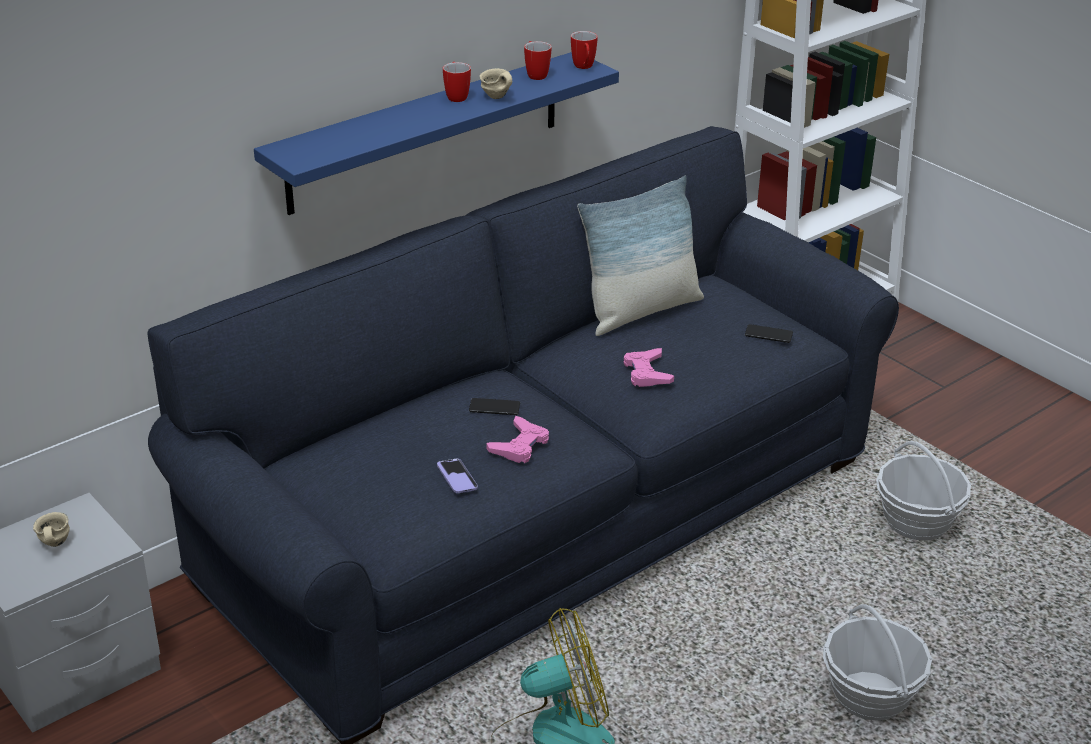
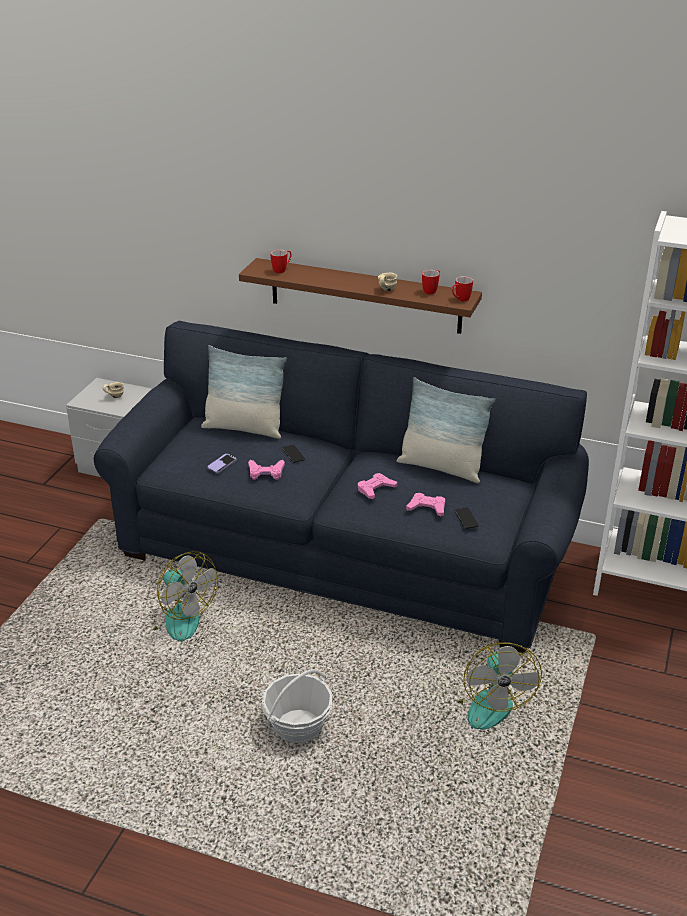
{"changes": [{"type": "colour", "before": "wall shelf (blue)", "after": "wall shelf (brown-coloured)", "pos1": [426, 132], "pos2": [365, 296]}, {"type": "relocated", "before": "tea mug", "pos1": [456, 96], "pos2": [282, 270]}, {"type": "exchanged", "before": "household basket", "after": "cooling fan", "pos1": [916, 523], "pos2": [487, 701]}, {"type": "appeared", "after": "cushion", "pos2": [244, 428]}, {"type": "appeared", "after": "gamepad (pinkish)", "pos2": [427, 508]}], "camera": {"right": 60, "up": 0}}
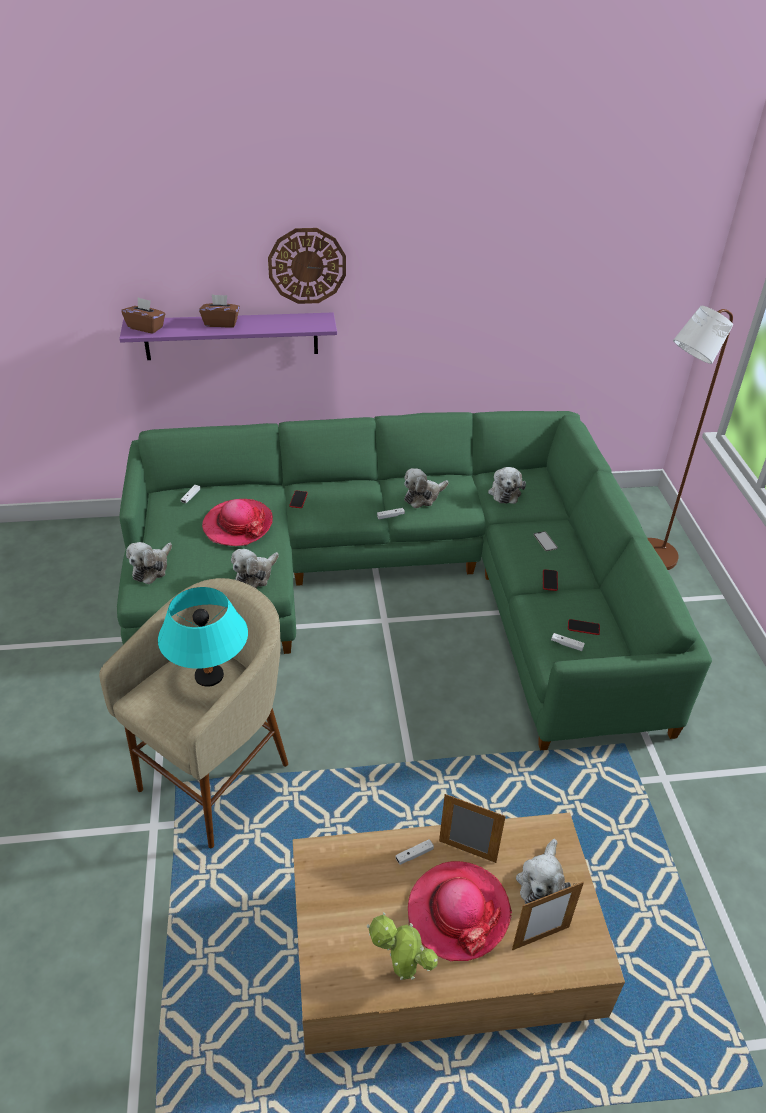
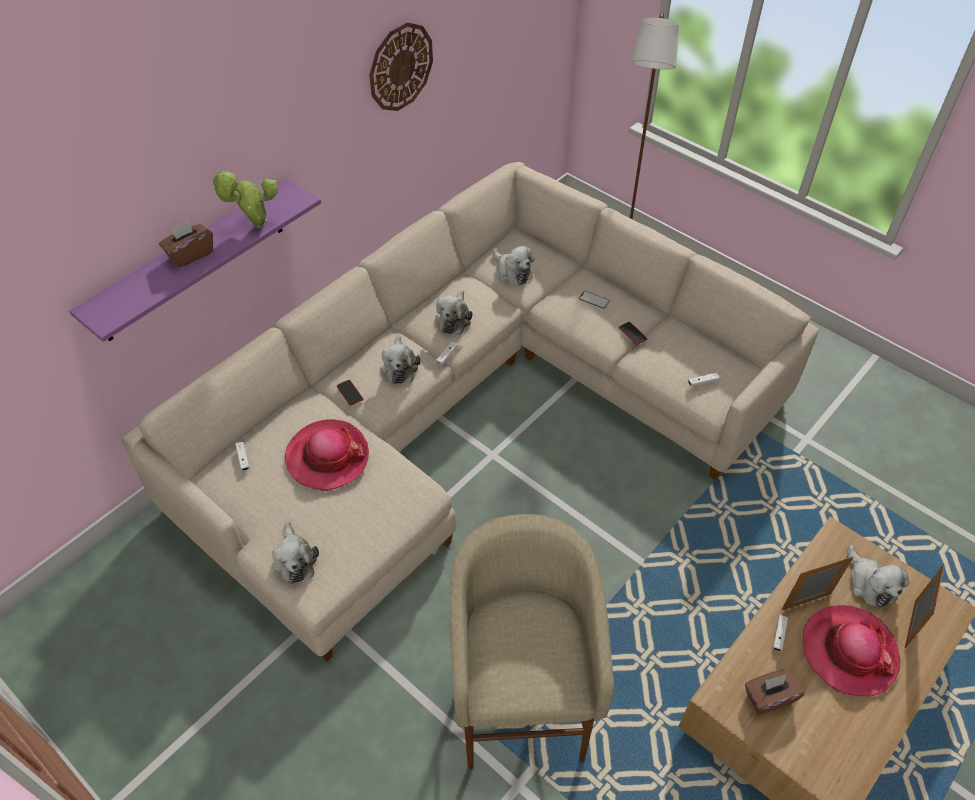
{"changes": [{"type": "colour", "before": "sofa (greenish)", "after": "sofa (beige-coloured)", "pos1": [401, 582], "pos2": [468, 409]}, {"type": "relocated", "before": "tissue holder (brown-coloured)", "pos1": [146, 327], "pos2": [769, 697]}, {"type": "missing", "before": "lamp for a table (blue-green)", "pos1": [209, 676]}, {"type": "relocated", "before": "cuddly toy", "pos1": [255, 576], "pos2": [399, 367]}, {"type": "relocated", "before": "clock on the wall", "pos1": [307, 266], "pos2": [400, 67]}, {"type": "relocated", "before": "plant in a pot", "pos1": [401, 970], "pos2": [255, 226]}, {"type": "missing", "before": "handset", "pos1": [583, 627]}], "camera": {"right": -40, "up": 10}}
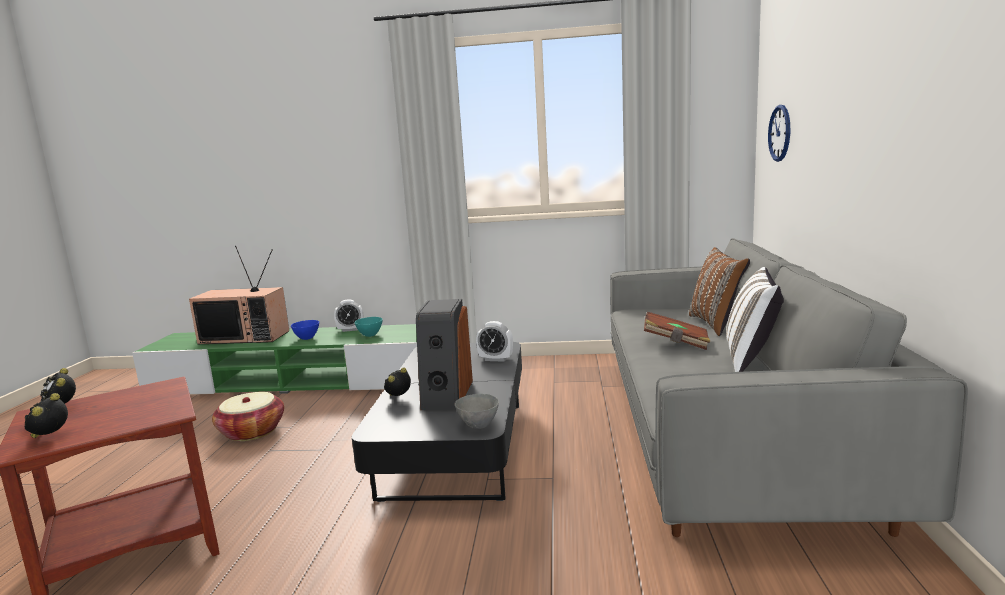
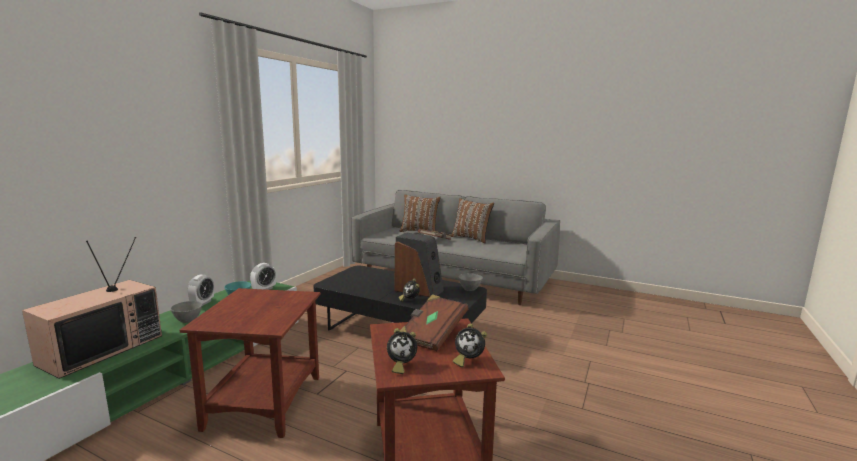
{"changes": [{"type": "exchanged", "before": "household basket", "after": "side table (brown-coloured)", "pos1": [252, 431], "pos2": [263, 402]}, {"type": "colour", "before": "serving bowl (blue)", "after": "serving bowl (grey)", "pos1": [307, 338], "pos2": [188, 321]}, {"type": "relocated", "before": "bedside clock", "pos1": [495, 359], "pos2": [264, 289]}, {"type": "colour", "before": "cushion (whitish)", "after": "cushion (brown-coloured)", "pos1": [752, 361], "pos2": [471, 238]}, {"type": "missing", "before": "clock on the wall", "pos1": [780, 133]}, {"type": "appeared", "after": "volume (brown-coloured)", "pos2": [432, 334]}], "camera": {"right": -70, "up": 0}}
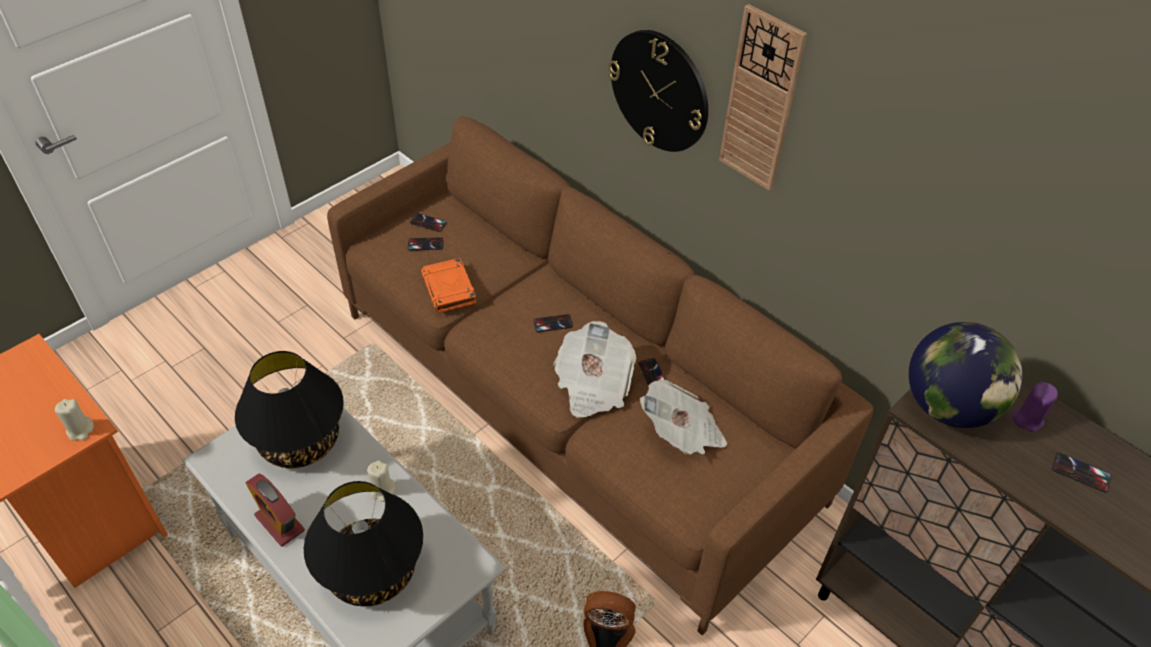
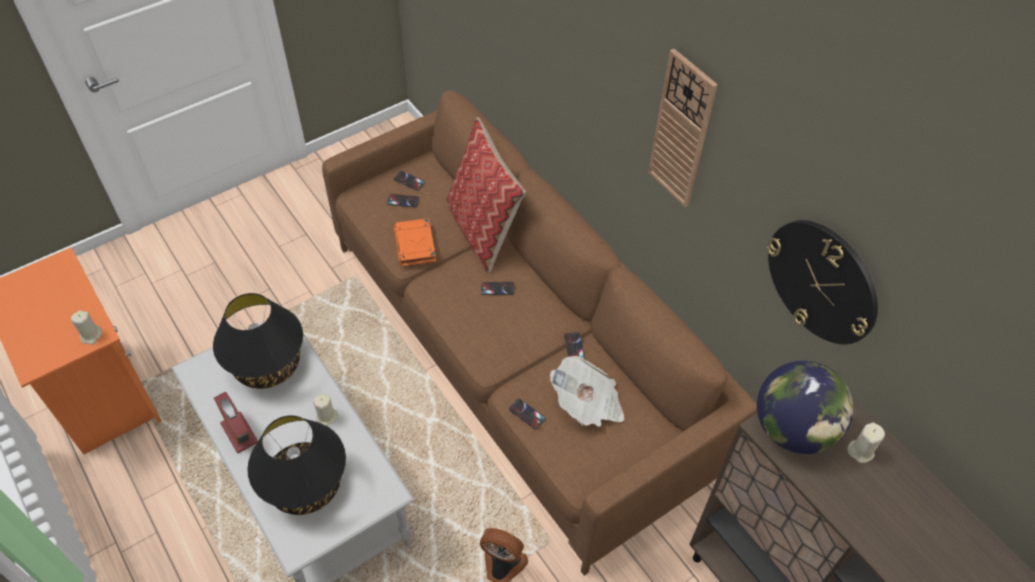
{"changes": [{"type": "missing", "before": "daily paper", "pos1": [592, 385]}, {"type": "relocated", "before": "clock on the wall", "pos1": [659, 91], "pos2": [822, 281]}, {"type": "colour", "before": "wax light (purple)", "after": "wax light (beige-coloured)", "pos1": [1027, 419], "pos2": [860, 451]}, {"type": "relocated", "before": "handset", "pos1": [1081, 472], "pos2": [527, 414]}, {"type": "appeared", "after": "cushion", "pos2": [483, 230]}], "camera": {"right": 10, "up": 5}}
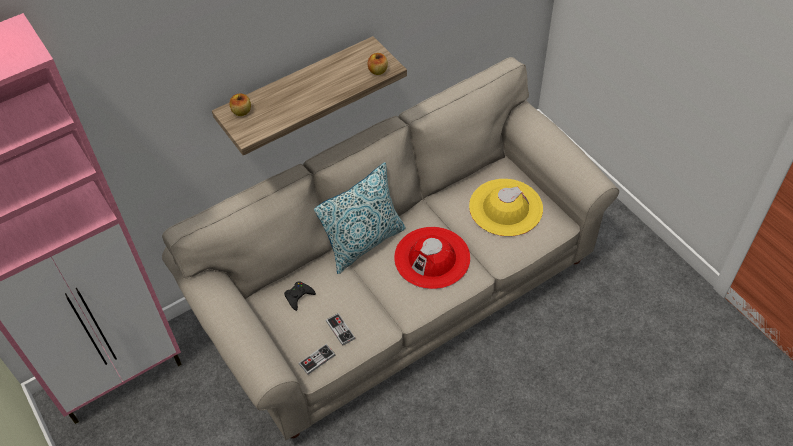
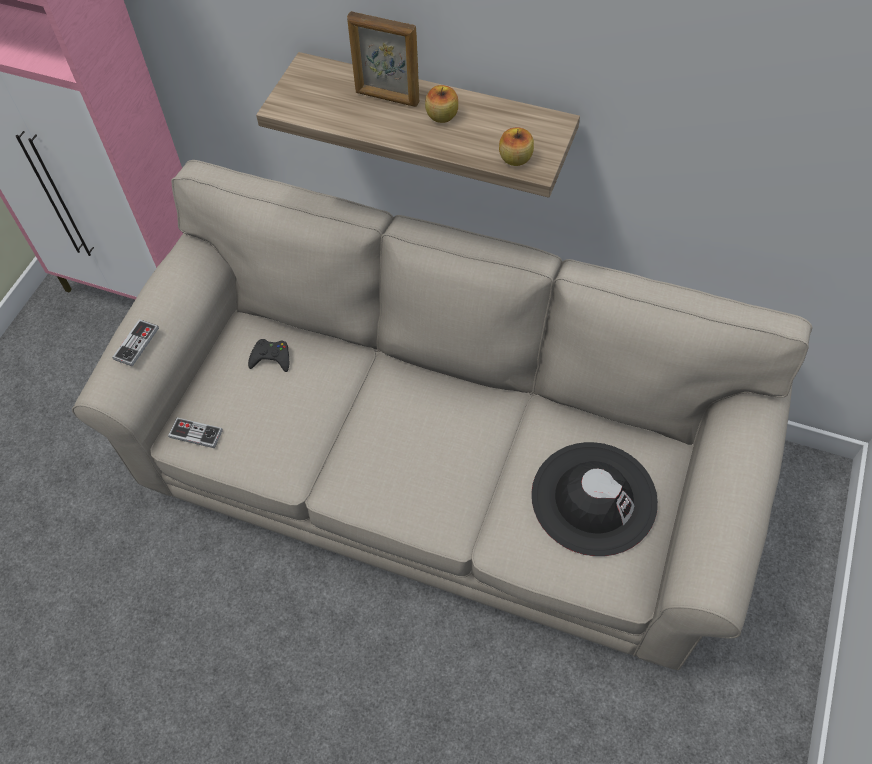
{"changes": [{"type": "relocated", "before": "whole apple", "pos1": [241, 111], "pos2": [442, 116]}, {"type": "missing", "before": "cushion", "pos1": [364, 243]}, {"type": "relocated", "before": "gamepad", "pos1": [340, 330], "pos2": [136, 344]}, {"type": "missing", "before": "wearable hat (reddish)", "pos1": [432, 258]}, {"type": "colour", "before": "wearable hat (yellowish)", "after": "wearable hat (black)", "pos1": [505, 207], "pos2": [593, 498]}, {"type": "appeared", "after": "picture frame", "pos2": [387, 98]}], "camera": {"right": 55, "up": 5}}
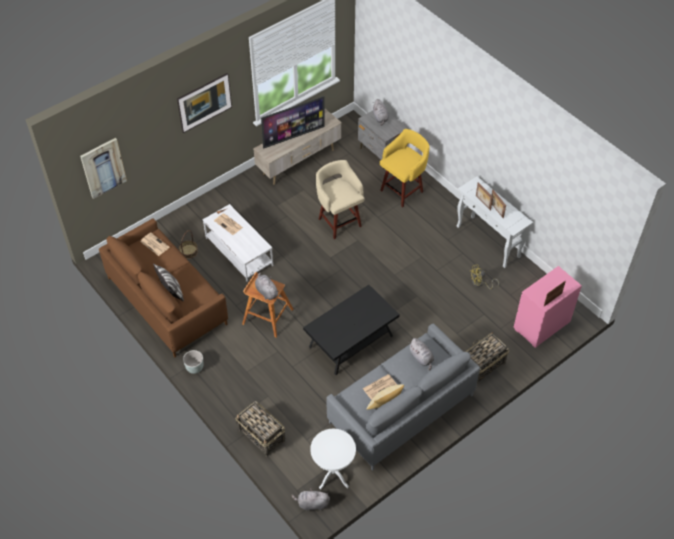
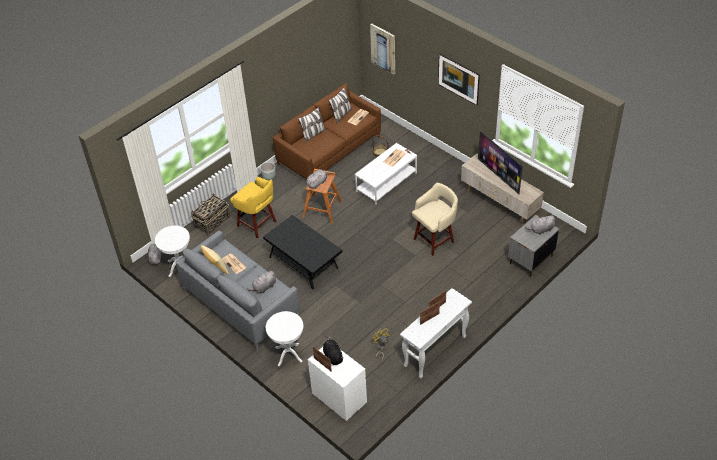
{"changes": [{"type": "relocated", "before": "stool (yellowish)", "pos1": [403, 190], "pos2": [257, 224]}, {"type": "exchanged", "before": "household basket", "after": "side table (whitish)", "pos1": [482, 365], "pos2": [288, 354]}, {"type": "colour", "before": "dresser (pinkish)", "after": "dresser (whitish)", "pos1": [541, 325], "pos2": [339, 398]}, {"type": "appeared", "after": "cuddly toy (black)", "pos2": [333, 356]}, {"type": "appeared", "after": "cushion", "pos2": [341, 114]}], "camera": {"right": 85, "up": -5}}
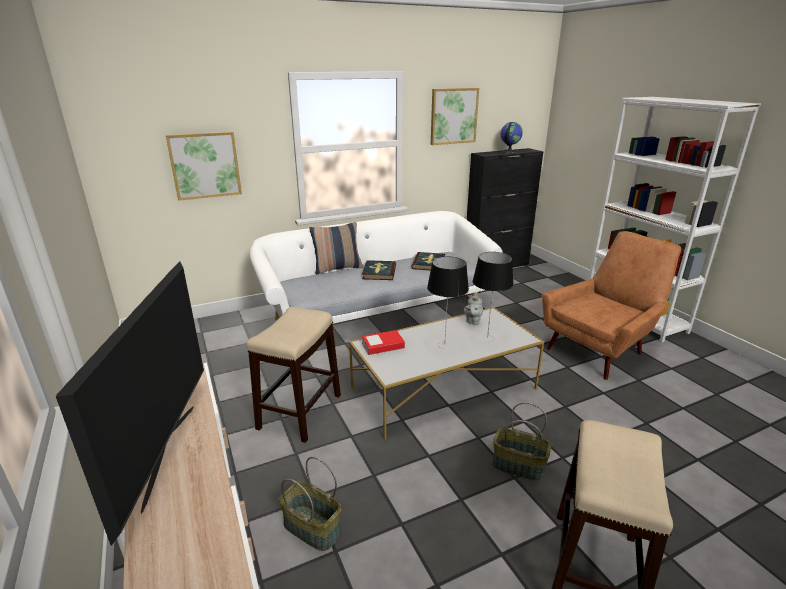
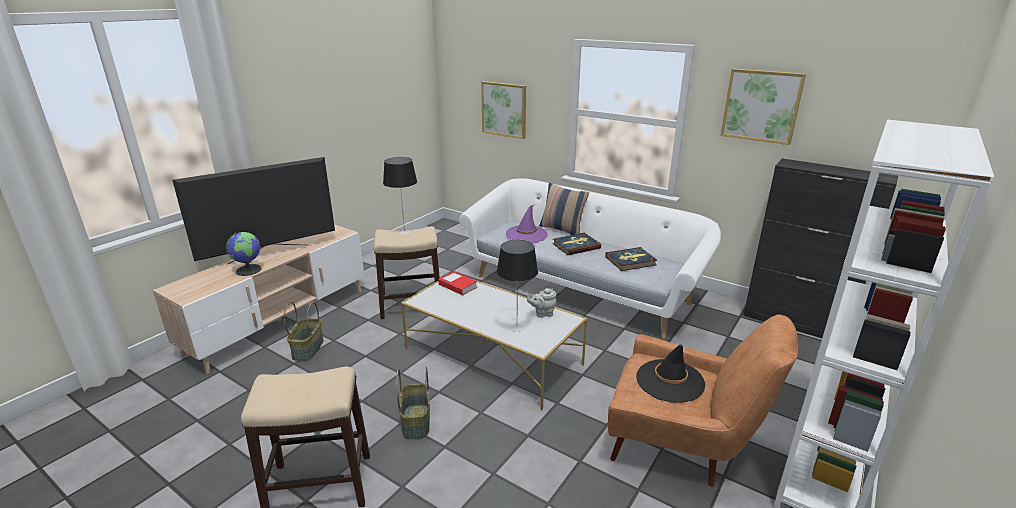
{"changes": [{"type": "relocated", "before": "lamp for a table", "pos1": [445, 345], "pos2": [404, 232]}, {"type": "relocated", "before": "desk globe", "pos1": [509, 152], "pos2": [248, 270]}, {"type": "appeared", "after": "wearable hat (purple)", "pos2": [526, 234]}, {"type": "appeared", "after": "wearable hat (black)", "pos2": [670, 381]}], "camera": {"right": 60, "up": 0}}
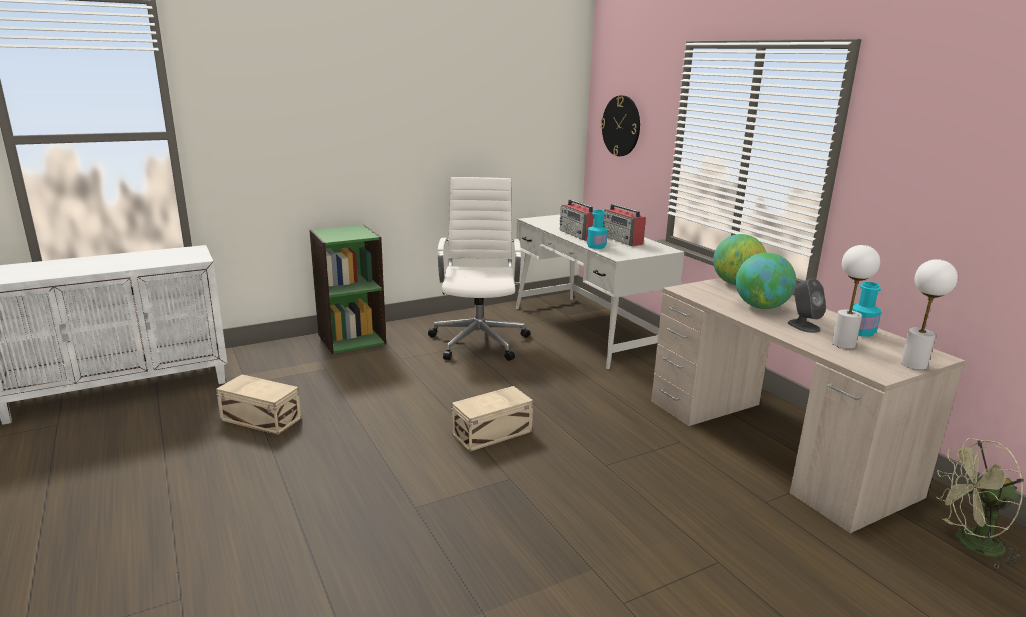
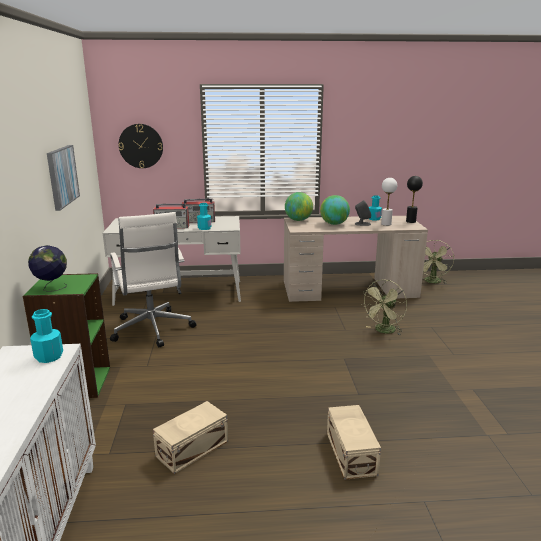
{"changes": [{"type": "spun", "before": "computer chair (whitish)", "pos1": [479, 340], "pos2": [152, 330], "turn": -135}, {"type": "relocated", "before": "storage box (beige-coloured)", "pos1": [493, 433], "pos2": [351, 452]}, {"type": "colour", "before": "lamp for a table (whitish)", "after": "lamp for a table (black)", "pos1": [913, 364], "pos2": [410, 221]}, {"type": "appeared", "after": "desk globe", "pos2": [51, 288]}, {"type": "appeared", "after": "drink bottle (blue-green)", "pos2": [49, 357]}, {"type": "appeared", "after": "wall picture", "pos2": [62, 176]}, {"type": "appeared", "after": "cooling fan (greenish)", "pos2": [383, 331]}], "camera": {"right": -65, "up": 0}}
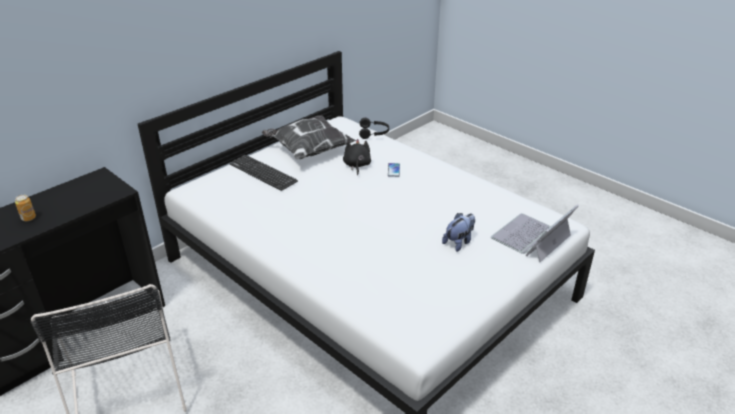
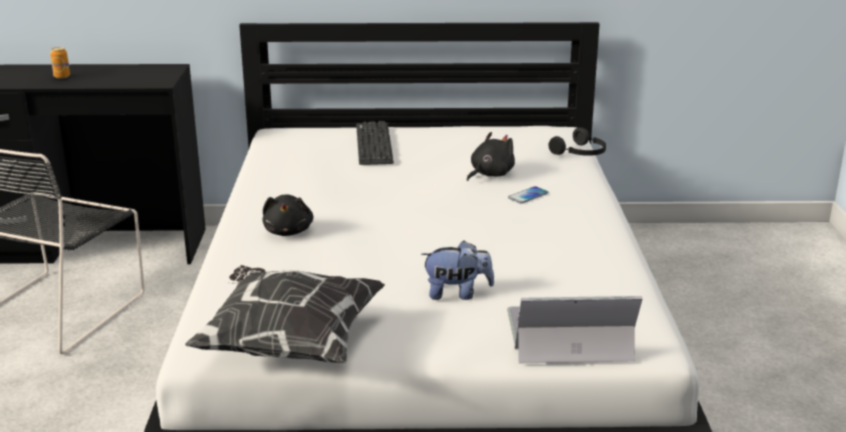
{"changes": [{"type": "relocated", "before": "cushion", "pos1": [308, 150], "pos2": [289, 344]}, {"type": "appeared", "after": "cuddly toy (black)", "pos2": [288, 231]}], "camera": {"right": 45, "up": -10}}
